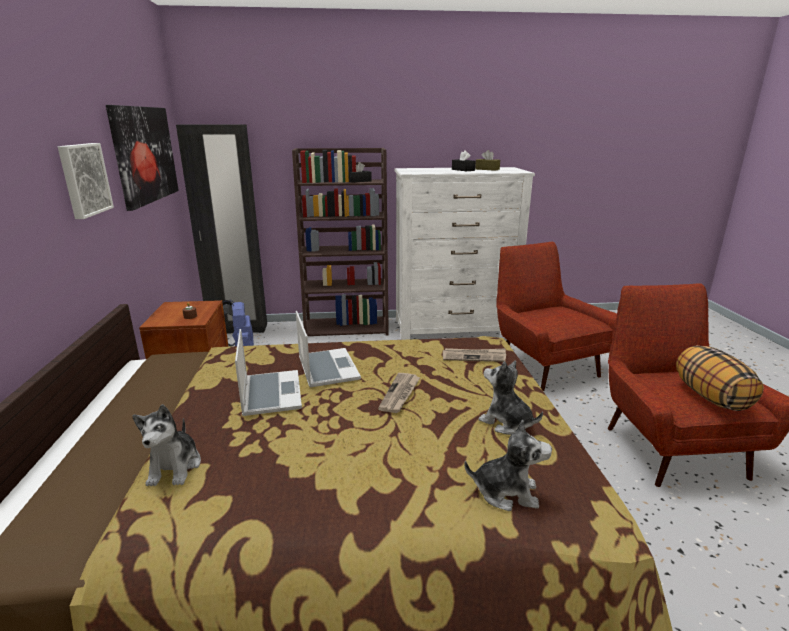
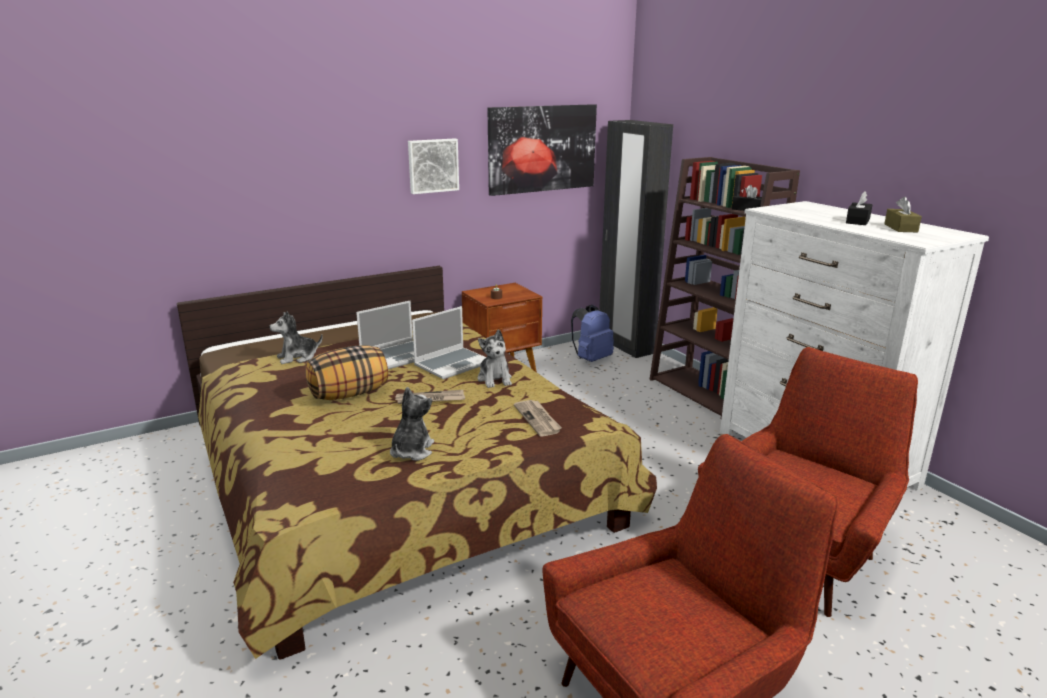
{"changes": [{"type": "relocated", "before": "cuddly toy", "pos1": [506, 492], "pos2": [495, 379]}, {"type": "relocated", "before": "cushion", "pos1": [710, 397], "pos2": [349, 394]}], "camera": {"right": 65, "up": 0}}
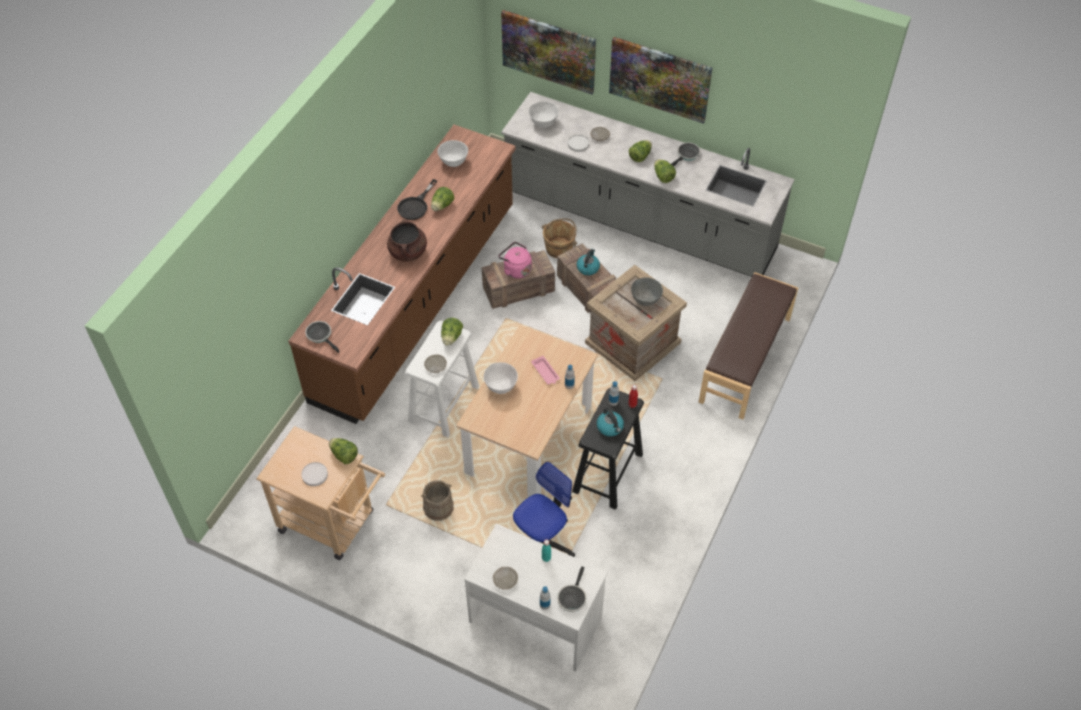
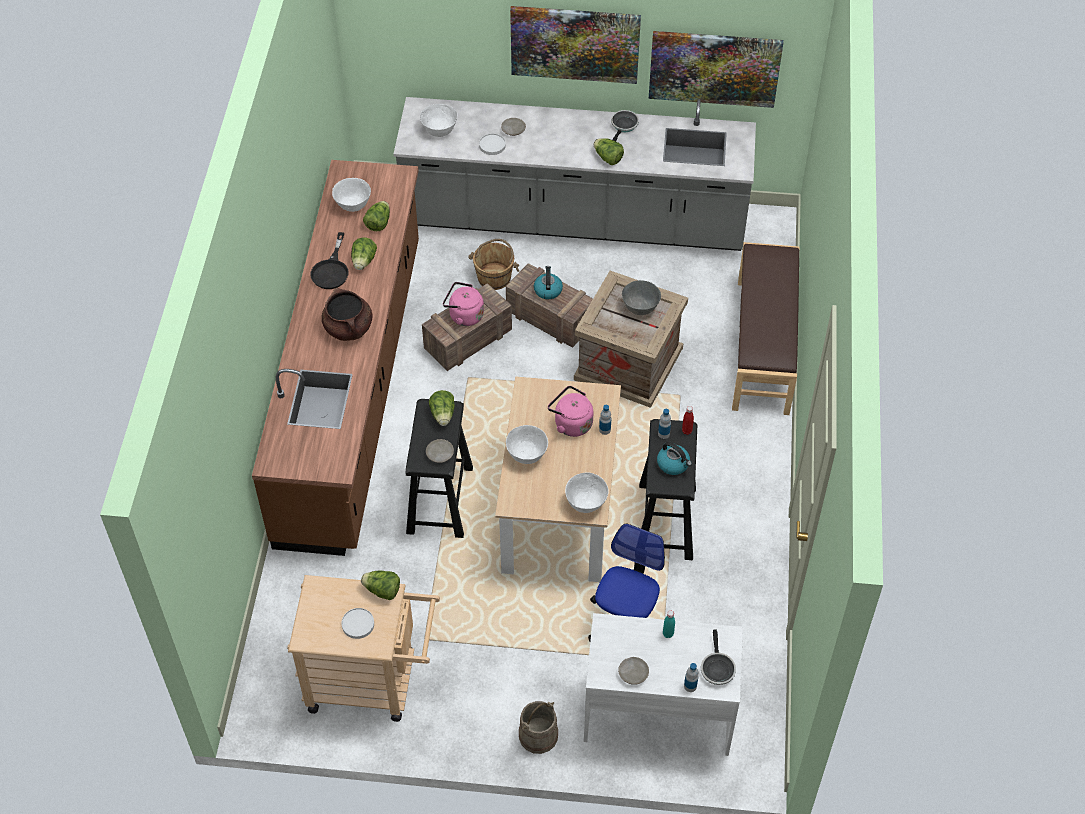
{"changes": [{"type": "missing", "before": "frying pan", "pos1": [320, 336]}, {"type": "colour", "before": "stool (whitish)", "after": "stool (black)", "pos1": [444, 403], "pos2": [440, 499]}, {"type": "relocated", "before": "bucket (beige-coloured)", "pos1": [438, 508], "pos2": [538, 735]}, {"type": "relocated", "before": "wall picture", "pos1": [548, 51], "pos2": [714, 68]}, {"type": "exchanged", "before": "carrying tray (pinkish)", "after": "water kettle (pinkish)", "pos1": [545, 372], "pos2": [571, 423]}, {"type": "relocated", "before": "lettuce", "pos1": [640, 156], "pos2": [378, 223]}, {"type": "appeared", "after": "serving bowl (whitish)", "pos2": [585, 503]}], "camera": {"right": -20, "up": 0}}
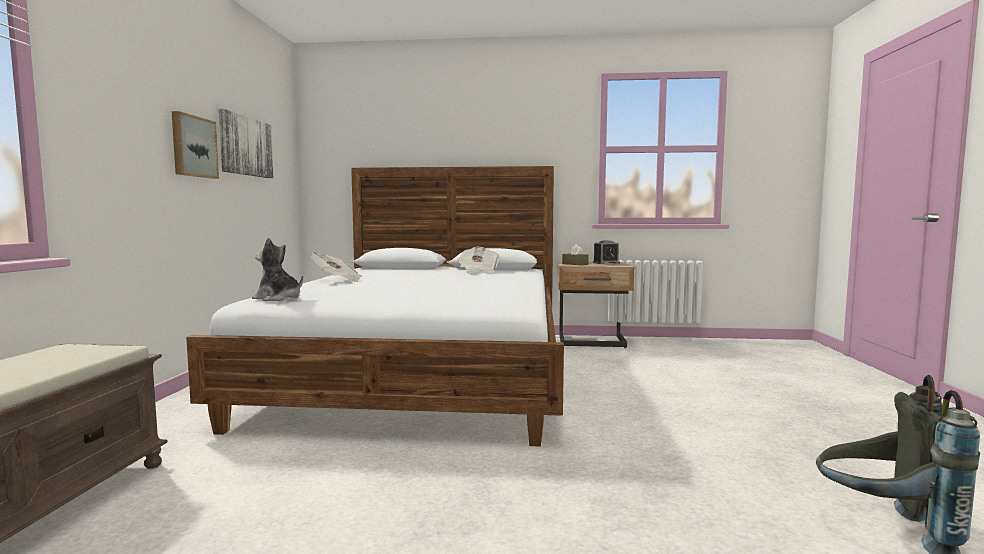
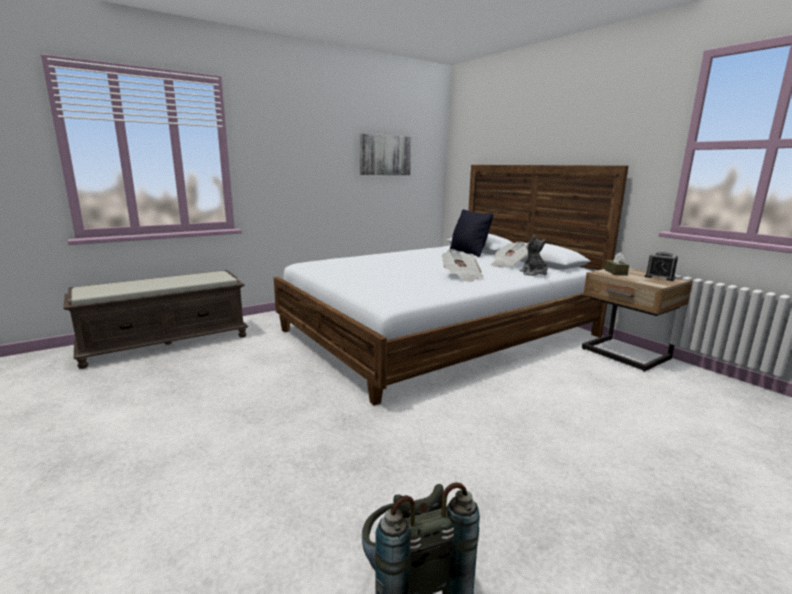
{"changes": [{"type": "missing", "before": "wall picture", "pos1": [193, 146]}, {"type": "relocated", "before": "cuddly toy", "pos1": [278, 298], "pos2": [533, 273]}, {"type": "relocated", "before": "daily paper", "pos1": [337, 281], "pos2": [461, 277]}, {"type": "appeared", "after": "cushion (black)", "pos2": [468, 252]}], "camera": {"right": 50, "up": 10}}
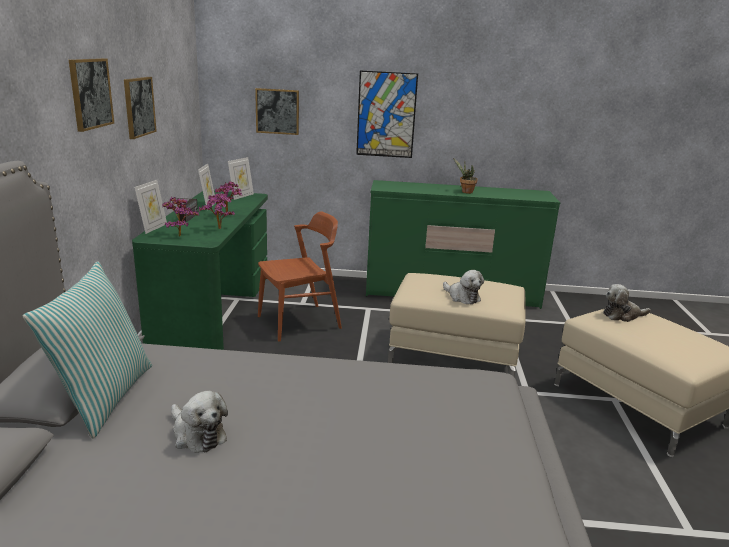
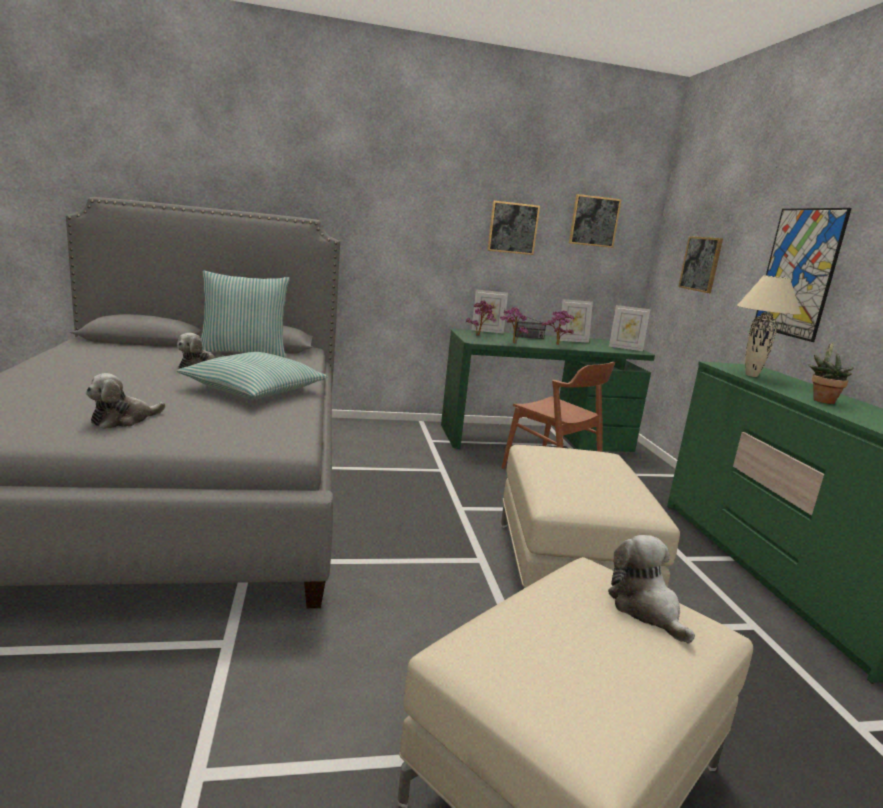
{"changes": [{"type": "relocated", "before": "wall picture", "pos1": [90, 93], "pos2": [594, 221]}, {"type": "relocated", "before": "cuddly toy", "pos1": [462, 297], "pos2": [123, 420]}, {"type": "appeared", "after": "cushion", "pos2": [255, 389]}, {"type": "appeared", "after": "lamp for a table (beige-coloured)", "pos2": [752, 375]}], "camera": {"right": 75, "up": -5}}
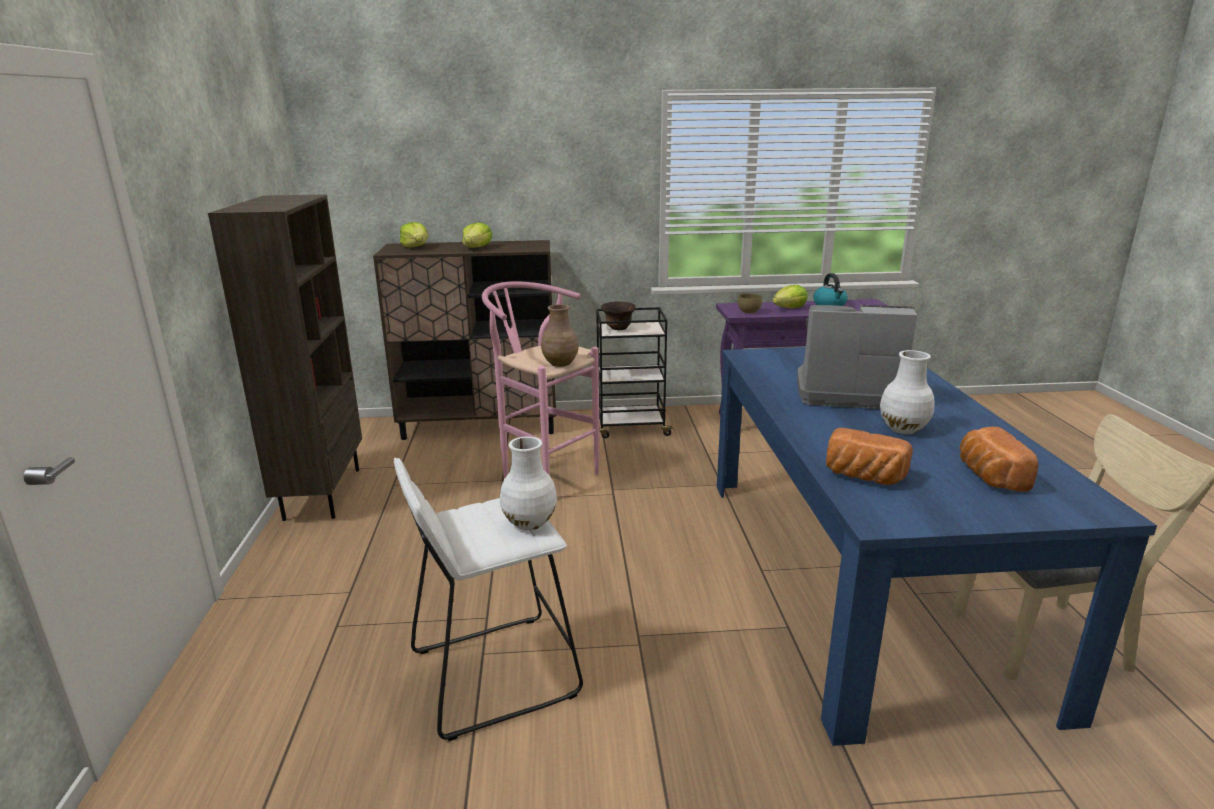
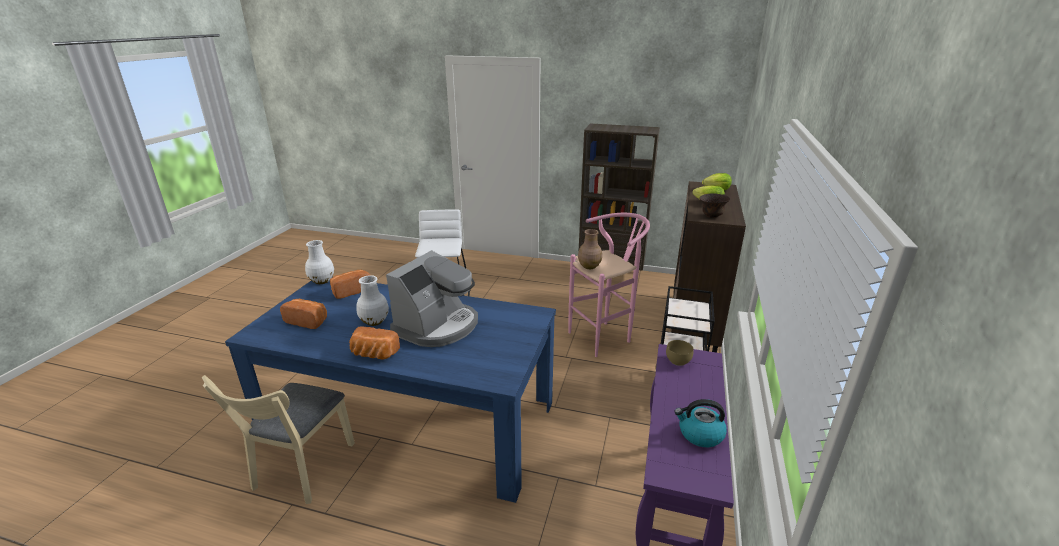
{"changes": [{"type": "relocated", "before": "flower vase (whitish)", "pos1": [530, 523], "pos2": [321, 281]}, {"type": "relocated", "before": "serving bowl (brown-coloured)", "pos1": [618, 329], "pos2": [711, 216]}, {"type": "missing", "before": "lettuce", "pos1": [789, 308]}, {"type": "appeared", "after": "bread", "pos2": [374, 354]}], "camera": {"right": 110, "up": 5}}
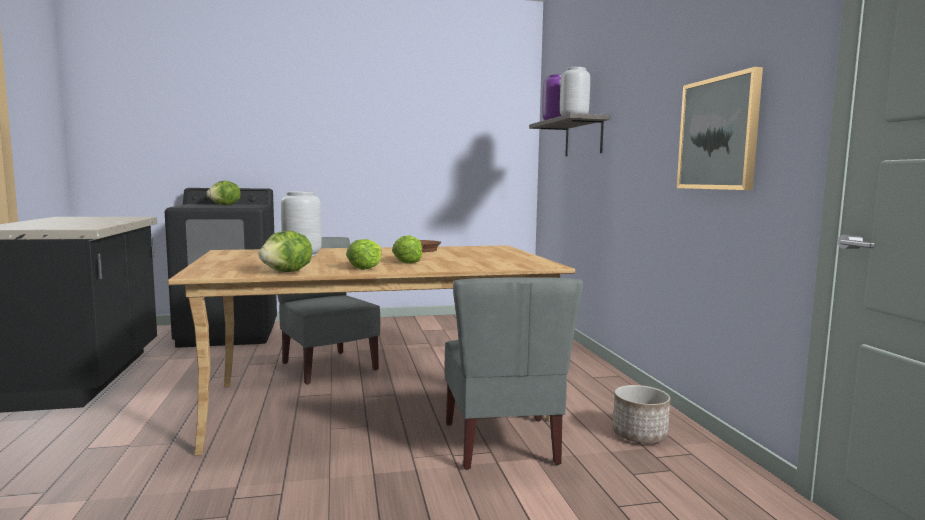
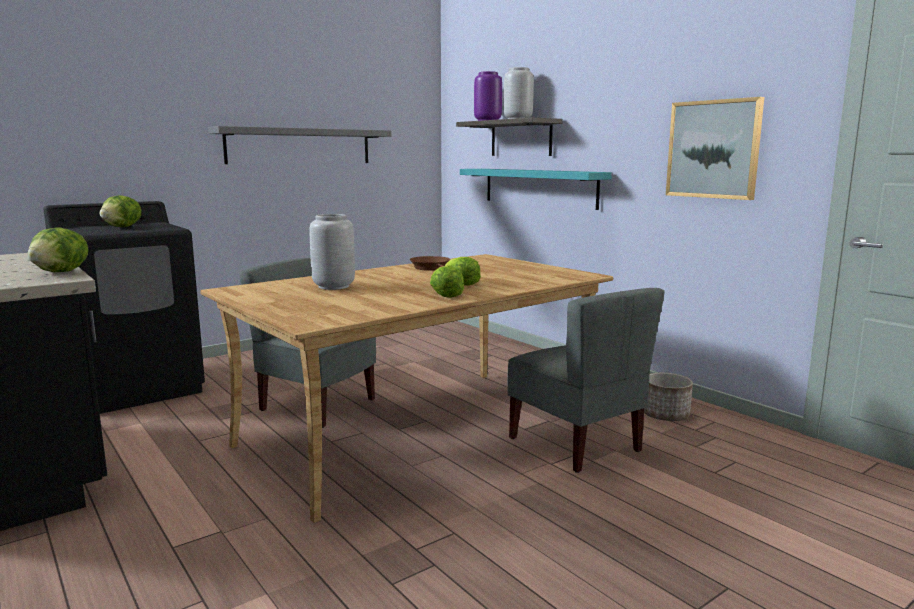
{"changes": [{"type": "relocated", "before": "lettuce", "pos1": [288, 272], "pos2": [62, 272]}, {"type": "appeared", "after": "wall shelf (grey)", "pos2": [300, 146]}, {"type": "appeared", "after": "wall shelf (blue-green)", "pos2": [538, 187]}], "camera": {"right": -25, "up": 5}}
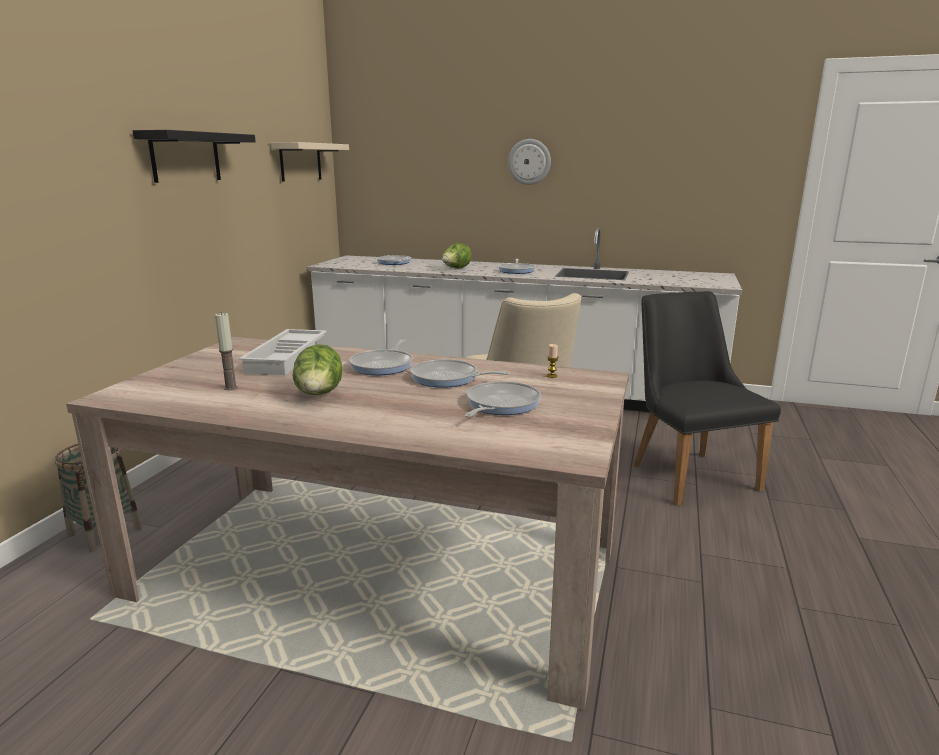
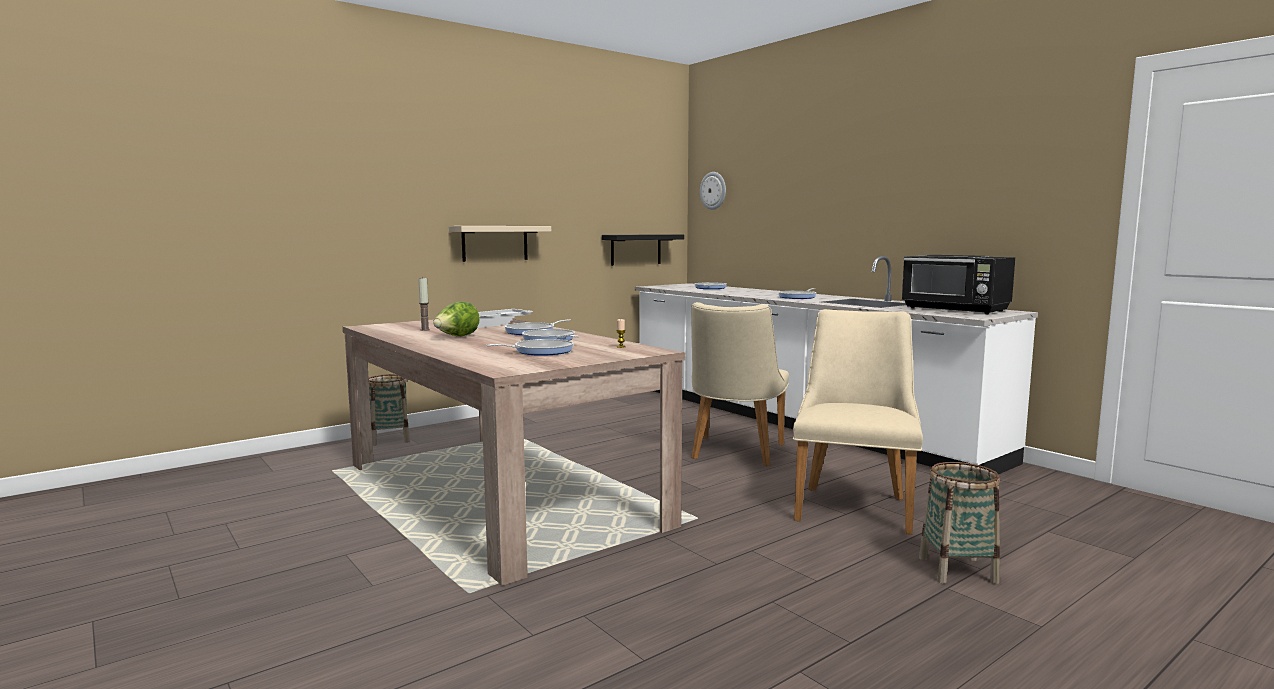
{"changes": [{"type": "relocated", "before": "wall shelf (black)", "pos1": [186, 157], "pos2": [636, 249]}, {"type": "relocated", "before": "wall shelf (beige-coloured)", "pos1": [300, 162], "pos2": [495, 243]}, {"type": "missing", "before": "lettuce", "pos1": [456, 269]}, {"type": "relocated", "before": "clock on the wall", "pos1": [529, 162], "pos2": [713, 190]}, {"type": "colour", "before": "chair (black)", "after": "chair (beige-coloured)", "pos1": [686, 472], "pos2": [854, 504]}, {"type": "appeared", "after": "microwave oven (black)", "pos2": [956, 310]}, {"type": "appeared", "after": "household basket", "pos2": [957, 570]}], "camera": {"right": 35, "up": -10}}
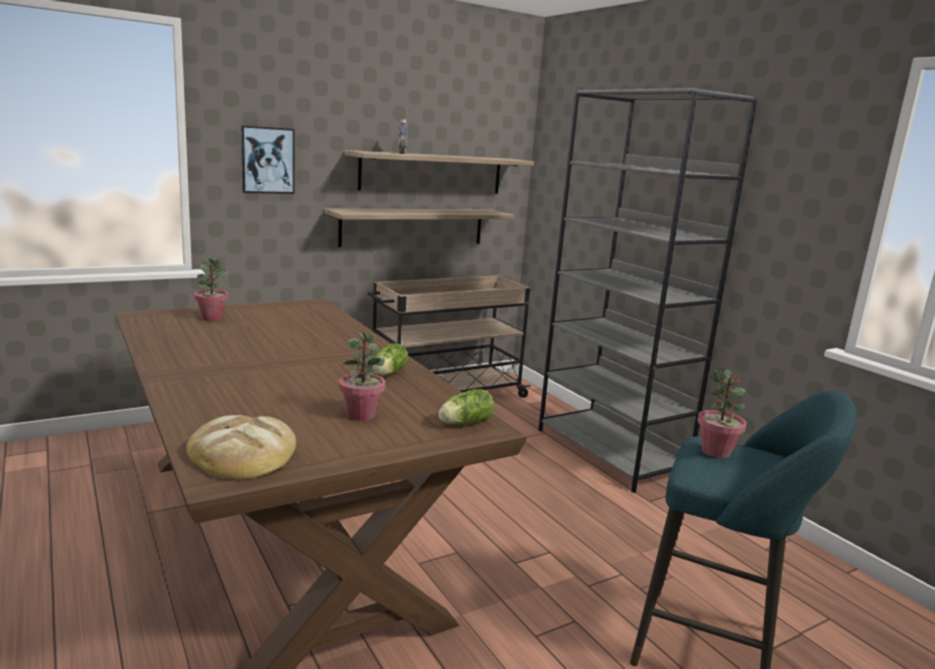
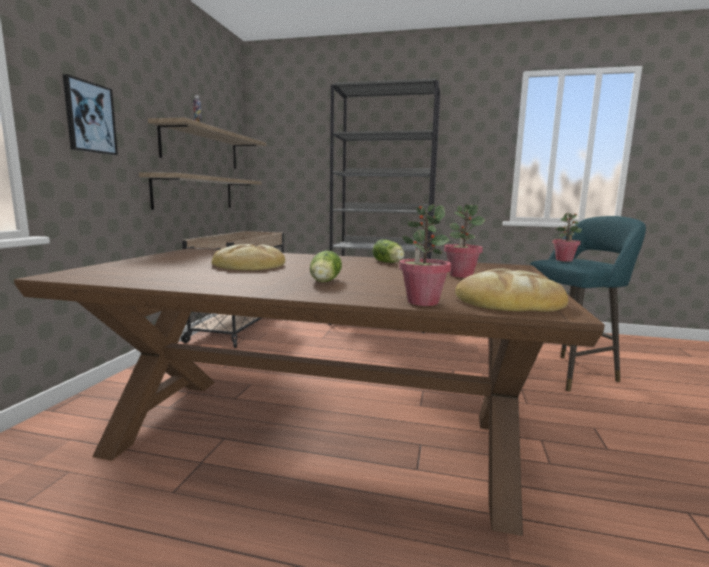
{"changes": [{"type": "relocated", "before": "plant in a pot", "pos1": [212, 318], "pos2": [422, 302]}, {"type": "relocated", "before": "lettuce", "pos1": [463, 423], "pos2": [324, 282]}, {"type": "appeared", "after": "bread", "pos2": [249, 265]}], "camera": {"right": -45, "up": -5}}
